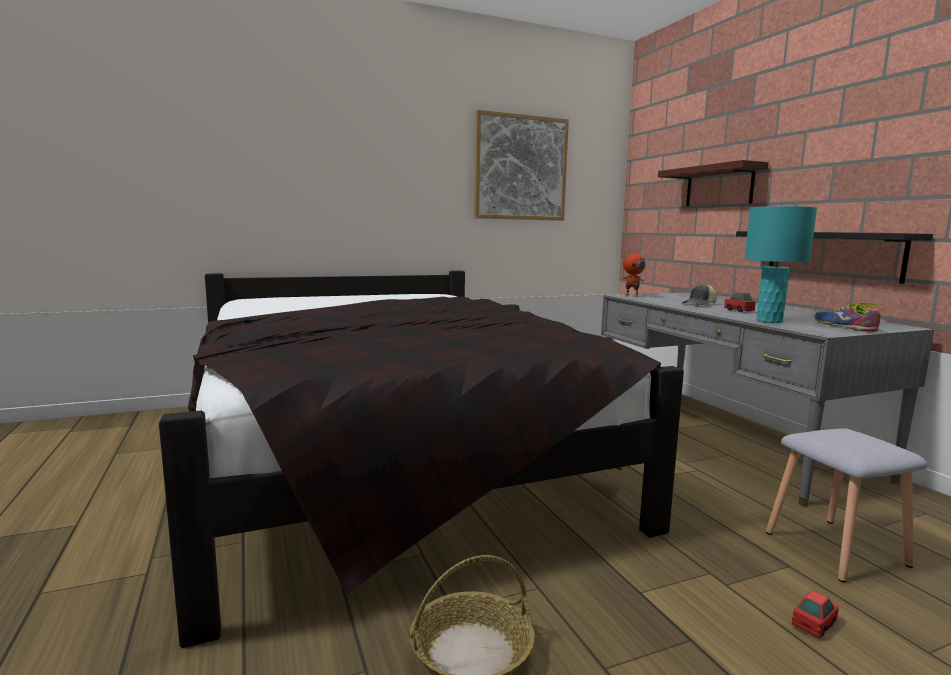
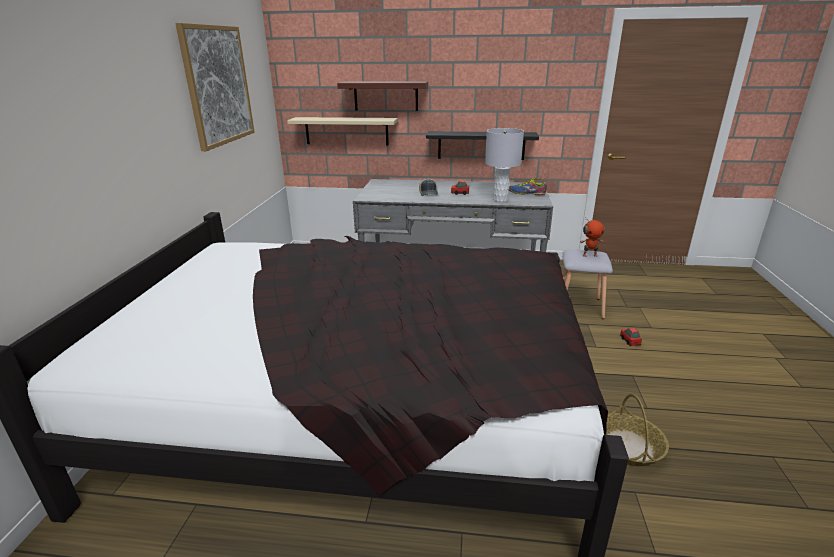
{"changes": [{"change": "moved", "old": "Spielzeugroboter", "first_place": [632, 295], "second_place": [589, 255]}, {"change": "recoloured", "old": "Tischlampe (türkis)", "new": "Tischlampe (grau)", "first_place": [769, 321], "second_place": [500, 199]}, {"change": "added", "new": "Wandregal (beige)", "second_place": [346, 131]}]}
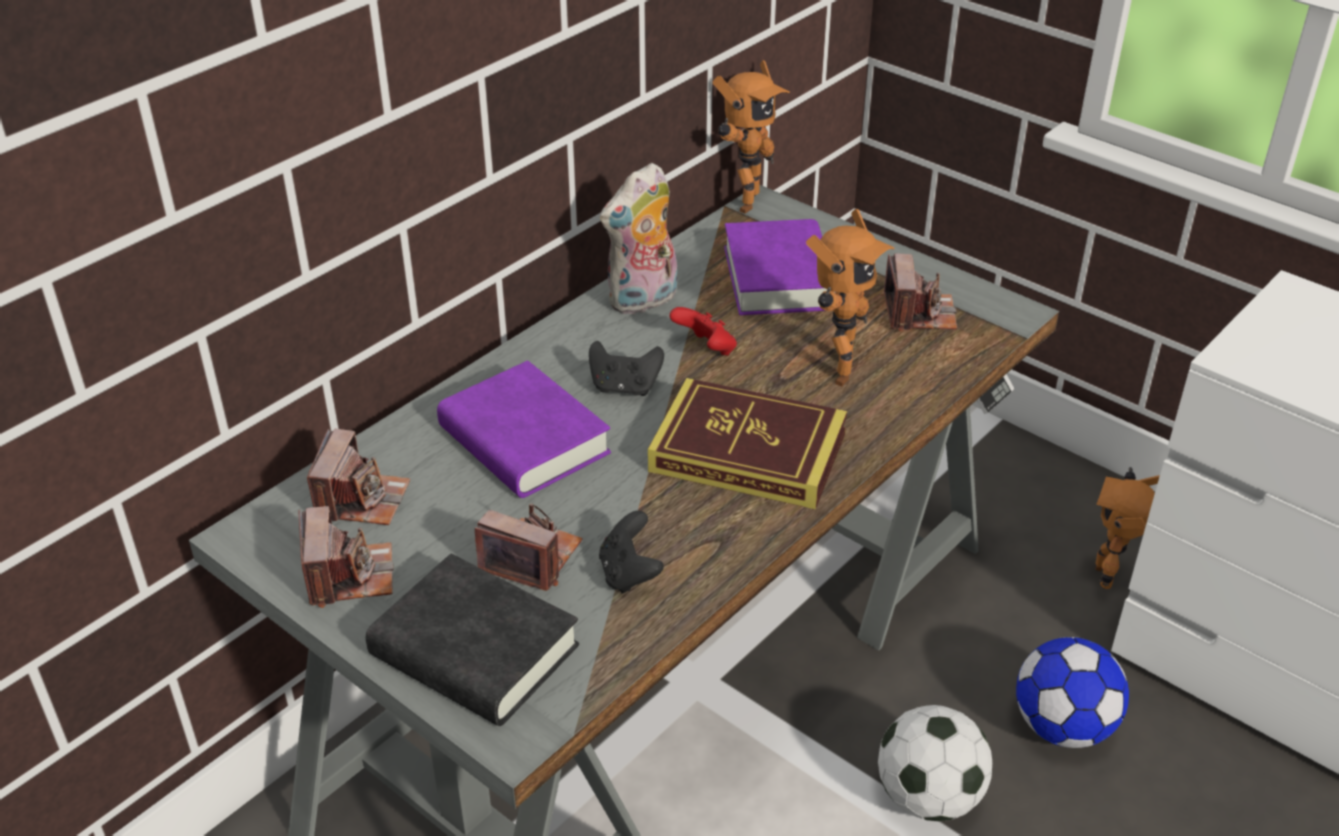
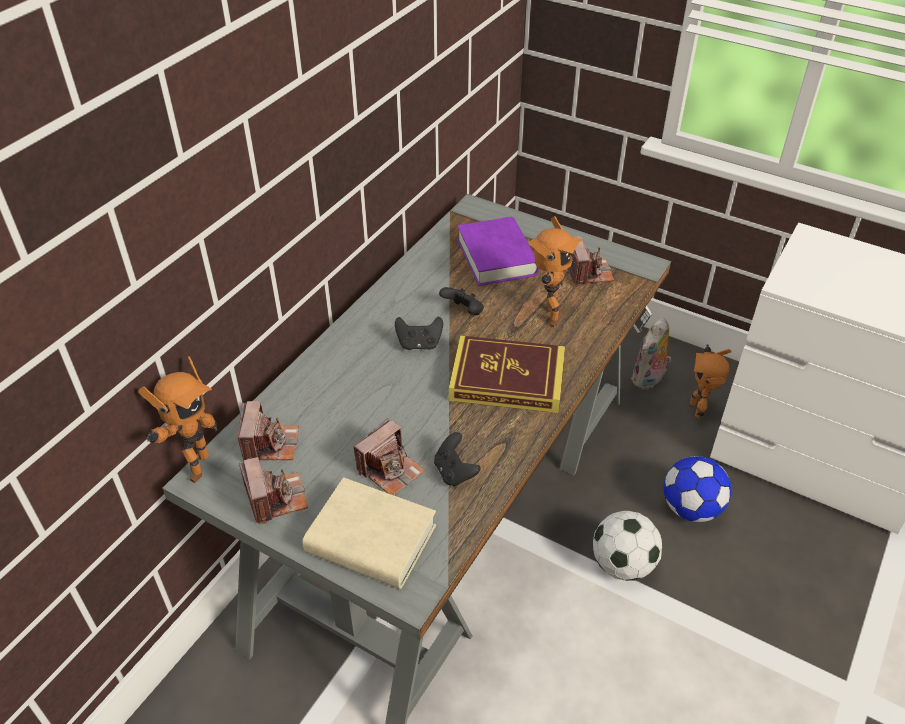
{"changes": [{"change": "recoloured", "old": "Buch (schwarz)", "new": "Buch (beige)", "first_place": [474, 651], "second_place": [371, 540]}, {"change": "removed", "old": "Buch (lila)", "first_place": [524, 441]}, {"change": "turned", "old": "Kamera", "first_place": [531, 558], "second_place": [390, 470], "degrees": 120}, {"change": "moved", "old": "Plüschtier", "first_place": [643, 301], "second_place": [649, 380]}, {"change": "recoloured", "old": "Gamepad (rot)", "new": "Gamepad (schwarz)", "first_place": [706, 349], "second_place": [463, 312]}, {"change": "moved", "old": "Spielzeugroboter", "first_place": [742, 201], "second_place": [194, 467]}]}
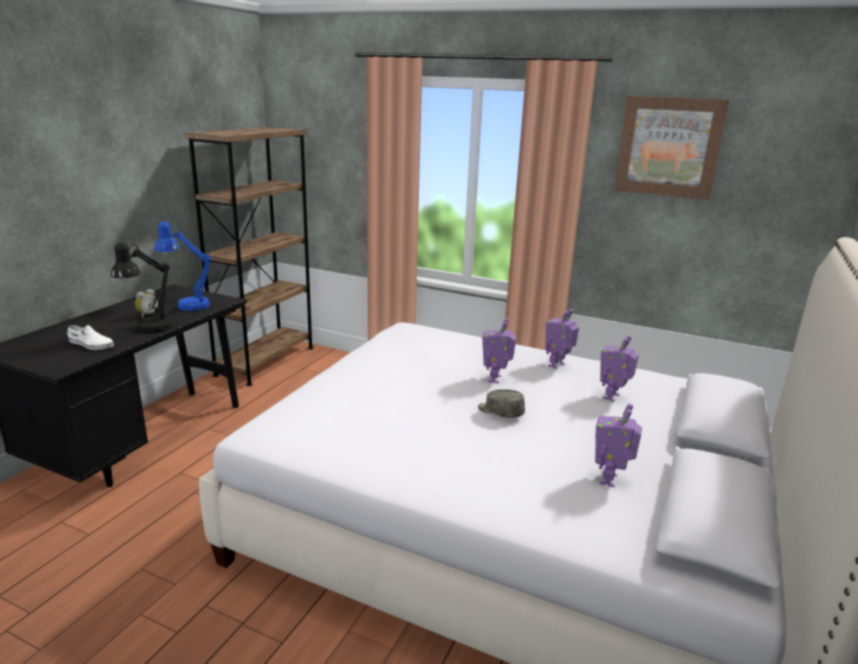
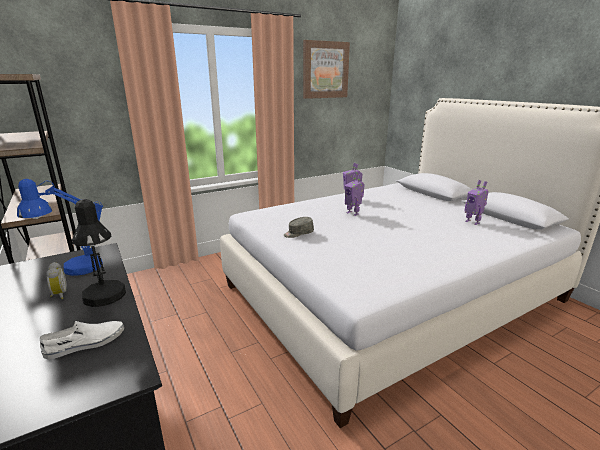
{"changes": [{"change": "moved", "old": "Kappe (grau)", "first_place": [500, 412], "second_place": [298, 233]}, {"change": "removed", "old": "Spielzeugroboter", "first_place": [612, 397]}]}
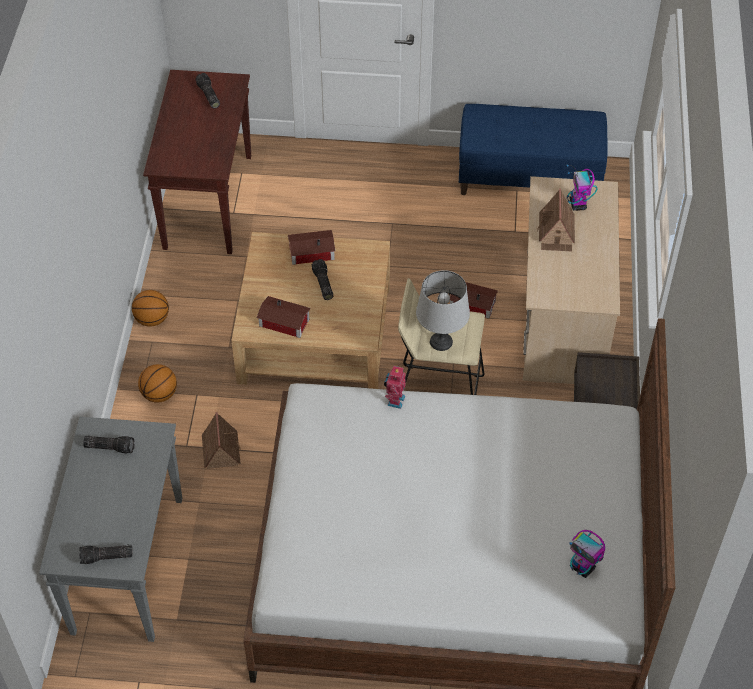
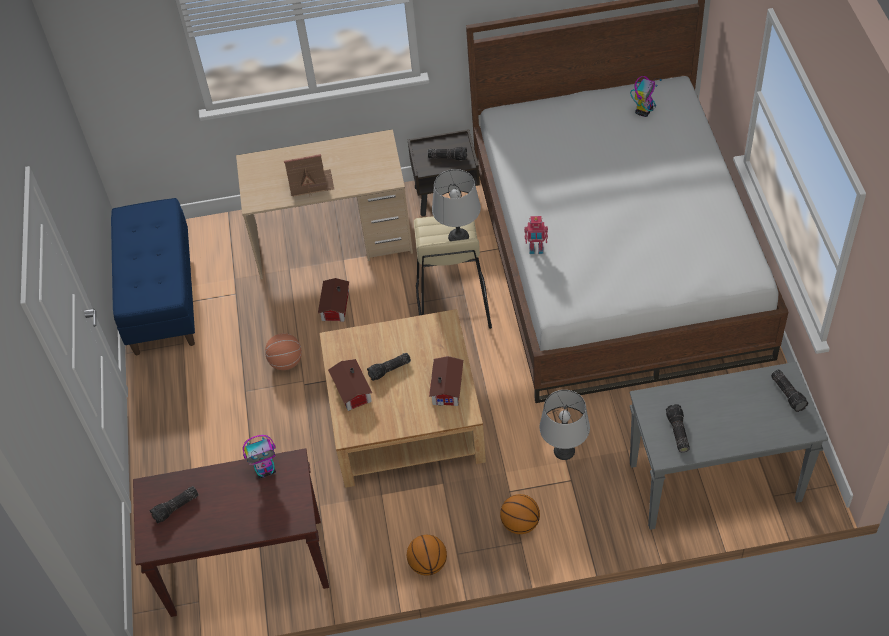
{"changes": [{"change": "replaced", "old": "Spielzeughaus", "new": "Tischlampe (grau)", "first_place": [221, 449], "second_place": [564, 451]}, {"change": "moved", "old": "Spielzeugroboter", "first_place": [578, 205], "second_place": [266, 470]}, {"change": "added", "new": "Basketball", "second_place": [286, 362]}, {"change": "added", "new": "Taschenlampe", "second_place": [448, 157]}]}
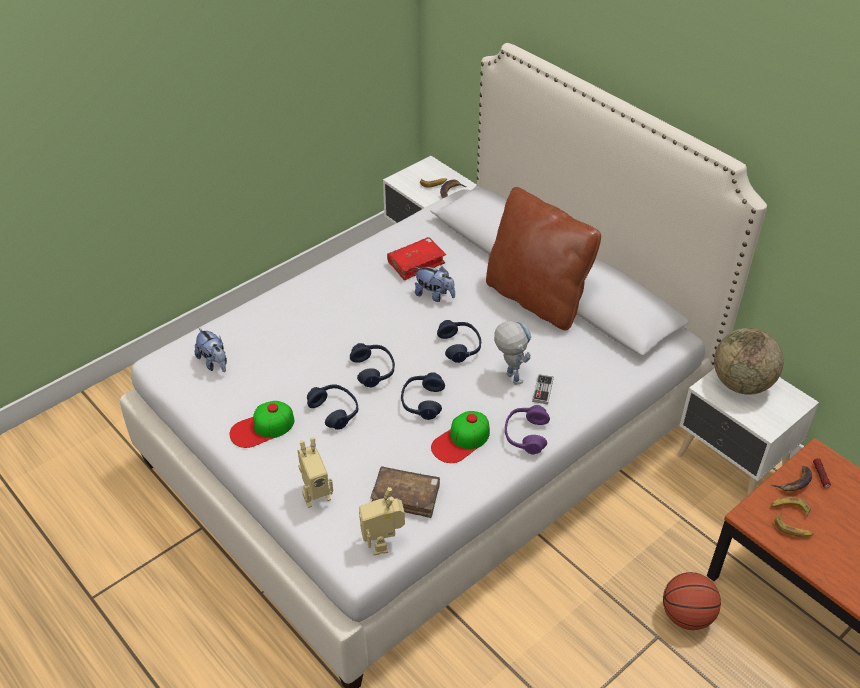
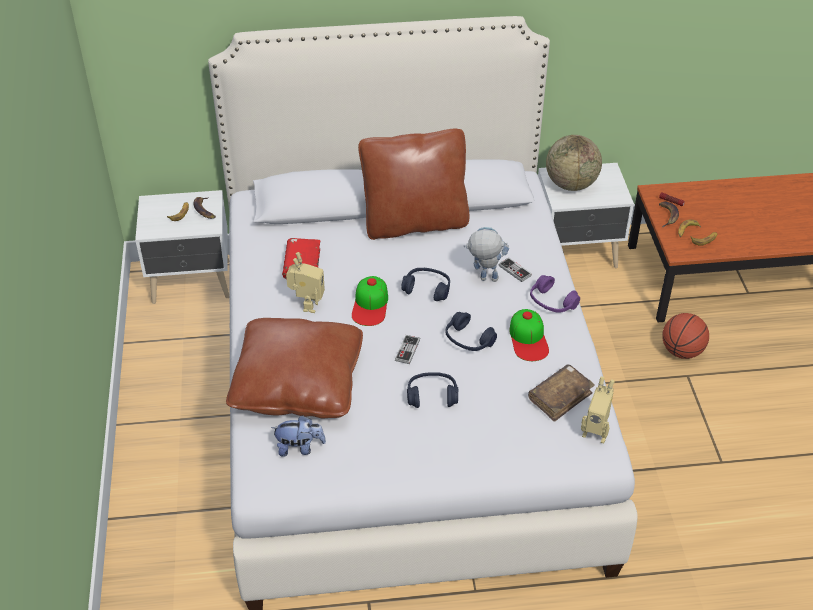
{"changes": [{"change": "moved", "old": "Kappe", "first_place": [262, 428], "second_place": [370, 305]}, {"change": "moved", "old": "Spielzeugroboter", "first_place": [315, 495], "second_place": [307, 305]}, {"change": "replaced", "old": "Kopfhörer (blau)", "new": "Gamepad", "first_place": [373, 370], "second_place": [407, 350]}, {"change": "removed", "old": "Plüschtier", "first_place": [434, 295]}, {"change": "added", "new": "Kissen (braun)", "second_place": [298, 384]}]}
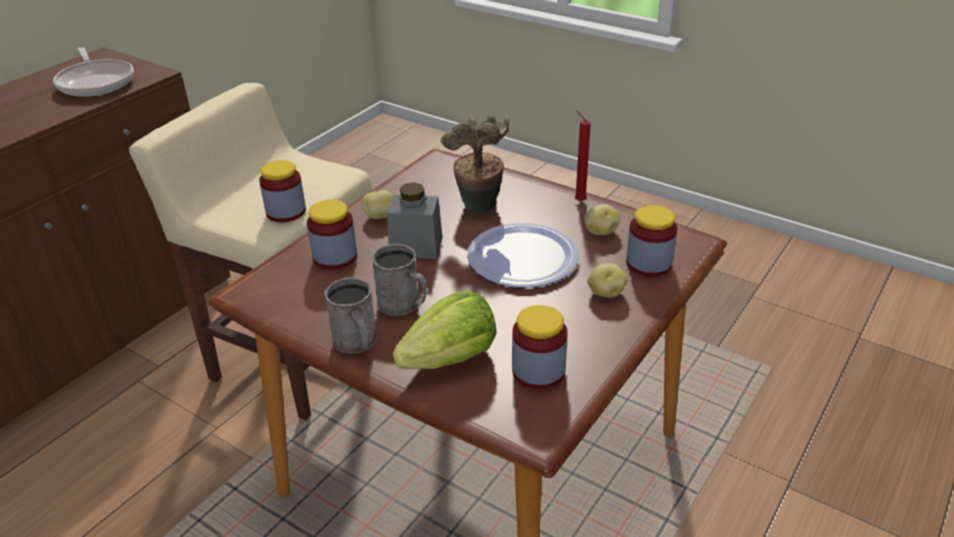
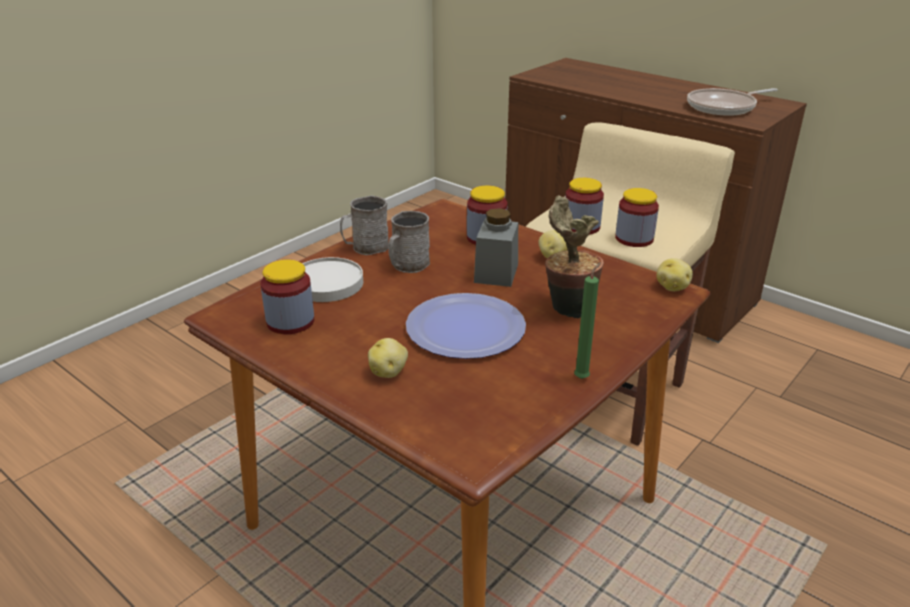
{"changes": [{"change": "replaced", "old": "Salatkopf", "new": "Teller (weiß)", "first_place": [451, 359], "second_place": [327, 284]}, {"change": "recoloured", "old": "Kerze (rot)", "new": "Kerze (grün)", "first_place": [578, 201], "second_place": [583, 377]}, {"change": "moved", "old": "Kartoffel", "first_place": [600, 231], "second_place": [672, 287]}, {"change": "moved", "old": "Vorratsglas", "first_place": [648, 263], "second_place": [634, 239]}]}
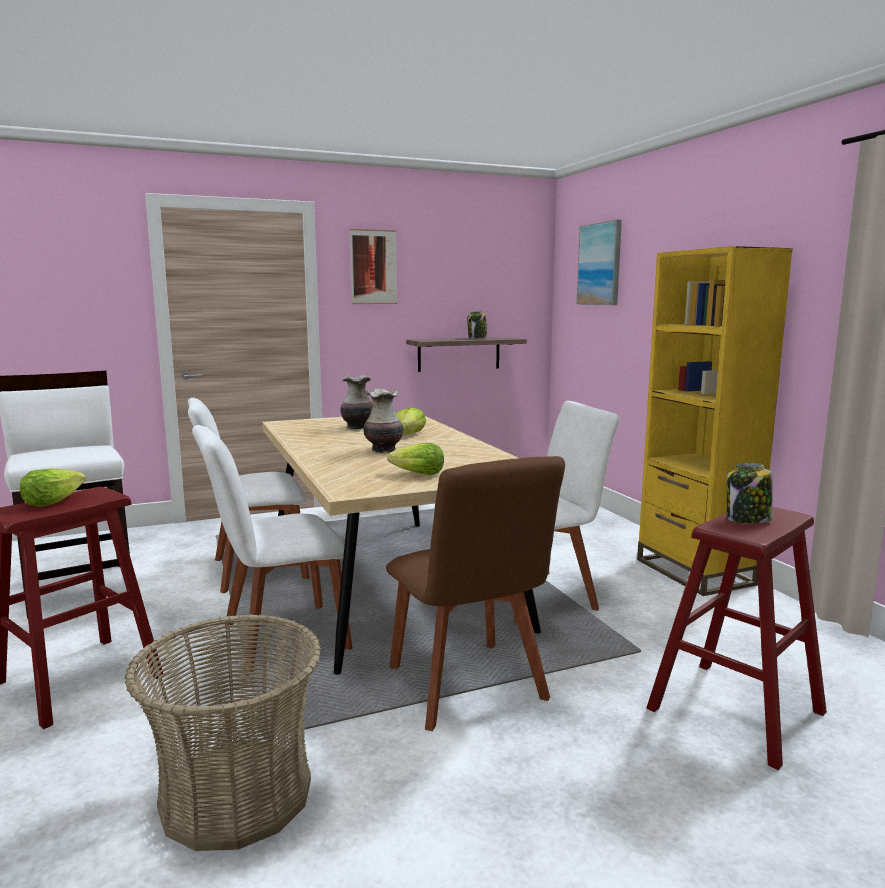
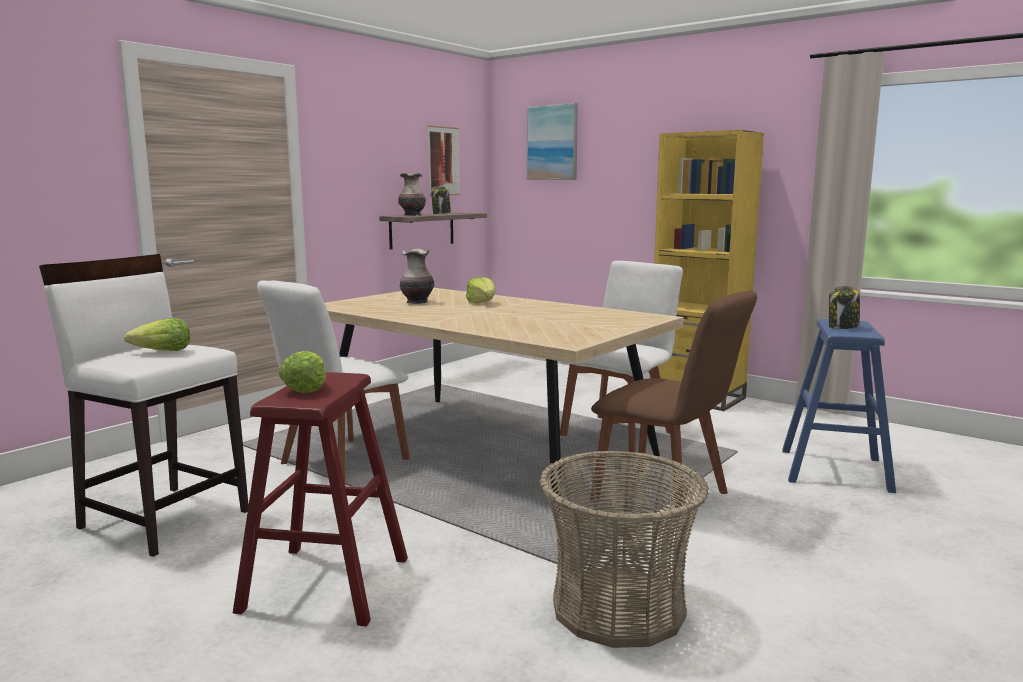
{"changes": [{"change": "removed", "old": "Stuhl (weiß)", "first_place": [278, 639]}, {"change": "moved", "old": "Bild", "first_place": [373, 267], "second_place": [443, 161]}, {"change": "moved", "old": "Vase", "first_place": [384, 450], "second_place": [413, 215]}, {"change": "moved", "old": "Salatkopf", "first_place": [418, 474], "second_place": [162, 352]}, {"change": "recoloured", "old": "Hocker (rot)", "new": "Hocker (blau)", "first_place": [735, 710], "second_place": [834, 470]}]}
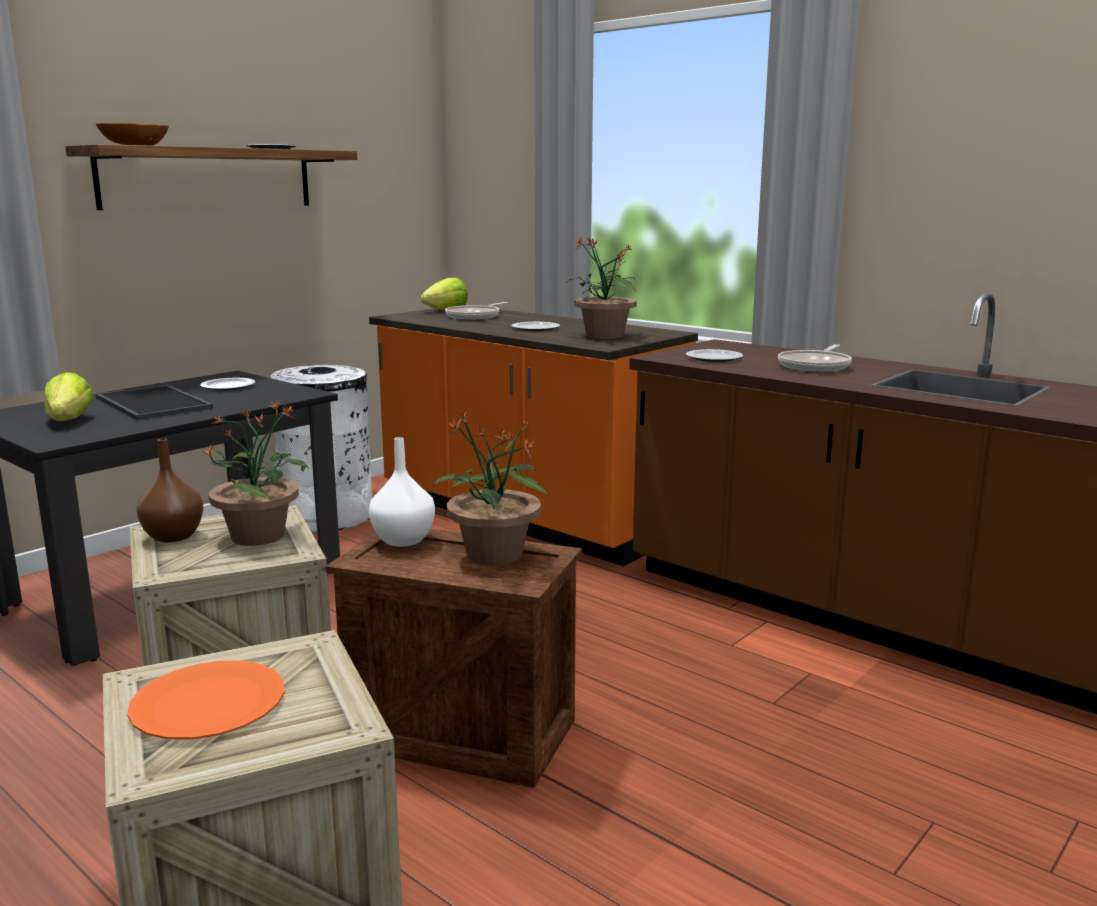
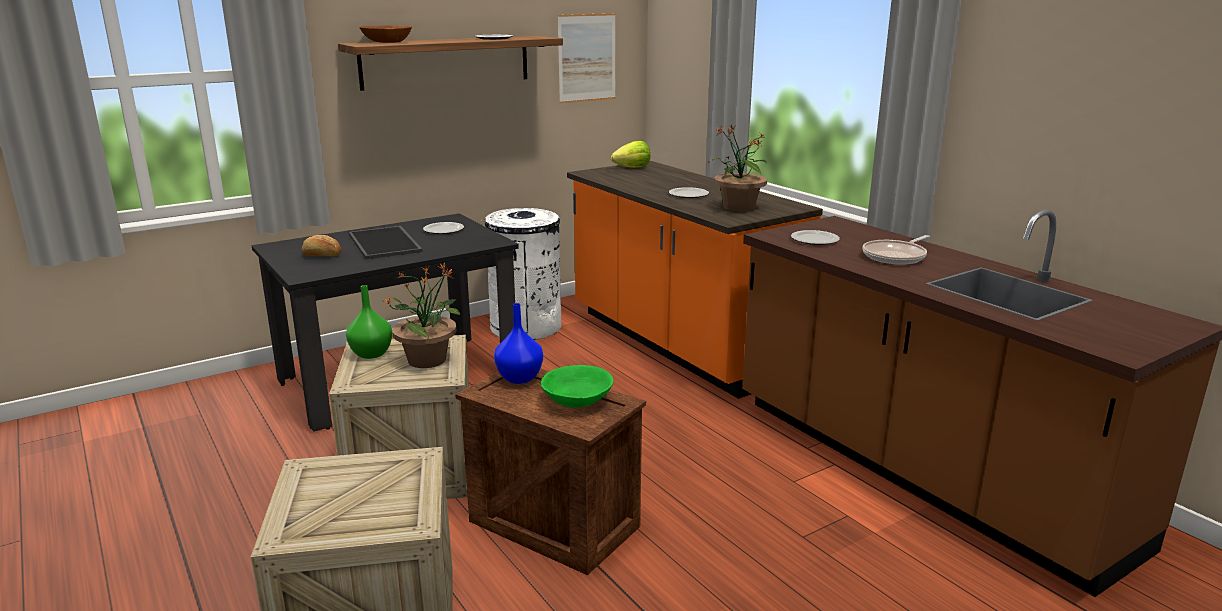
{"changes": [{"change": "replaced", "old": "Salatkopf", "new": "Brot", "first_place": [69, 420], "second_place": [321, 256]}, {"change": "removed", "old": "Teller (orange)", "first_place": [209, 703]}, {"change": "recoloured", "old": "Vase (braun)", "new": "Vase (grün)", "first_place": [174, 536], "second_place": [372, 354]}, {"change": "recoloured", "old": "Vase (weiß)", "new": "Vase (blau)", "first_place": [402, 541], "second_place": [518, 378]}, {"change": "replaced", "old": "Topfpflanze", "new": "Schüssel (grün)", "first_place": [494, 555], "second_place": [577, 399]}, {"change": "removed", "old": "Pfanne", "first_place": [475, 316]}, {"change": "added", "new": "Bild", "second_place": [587, 58]}]}
